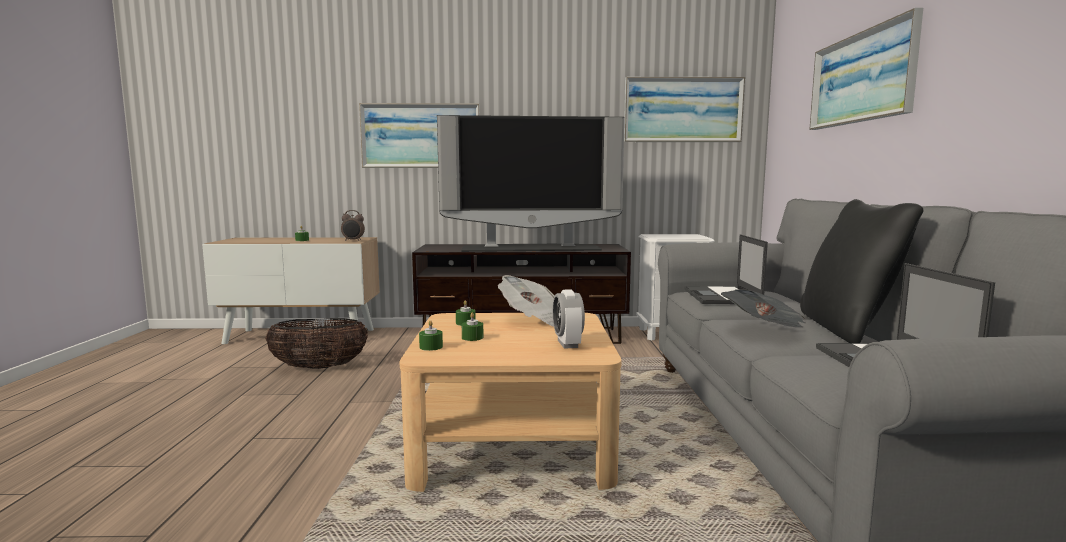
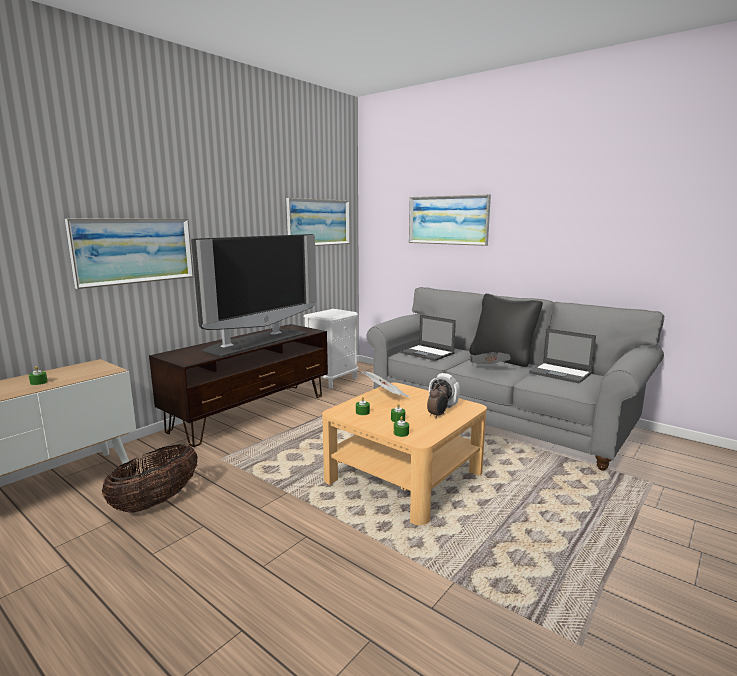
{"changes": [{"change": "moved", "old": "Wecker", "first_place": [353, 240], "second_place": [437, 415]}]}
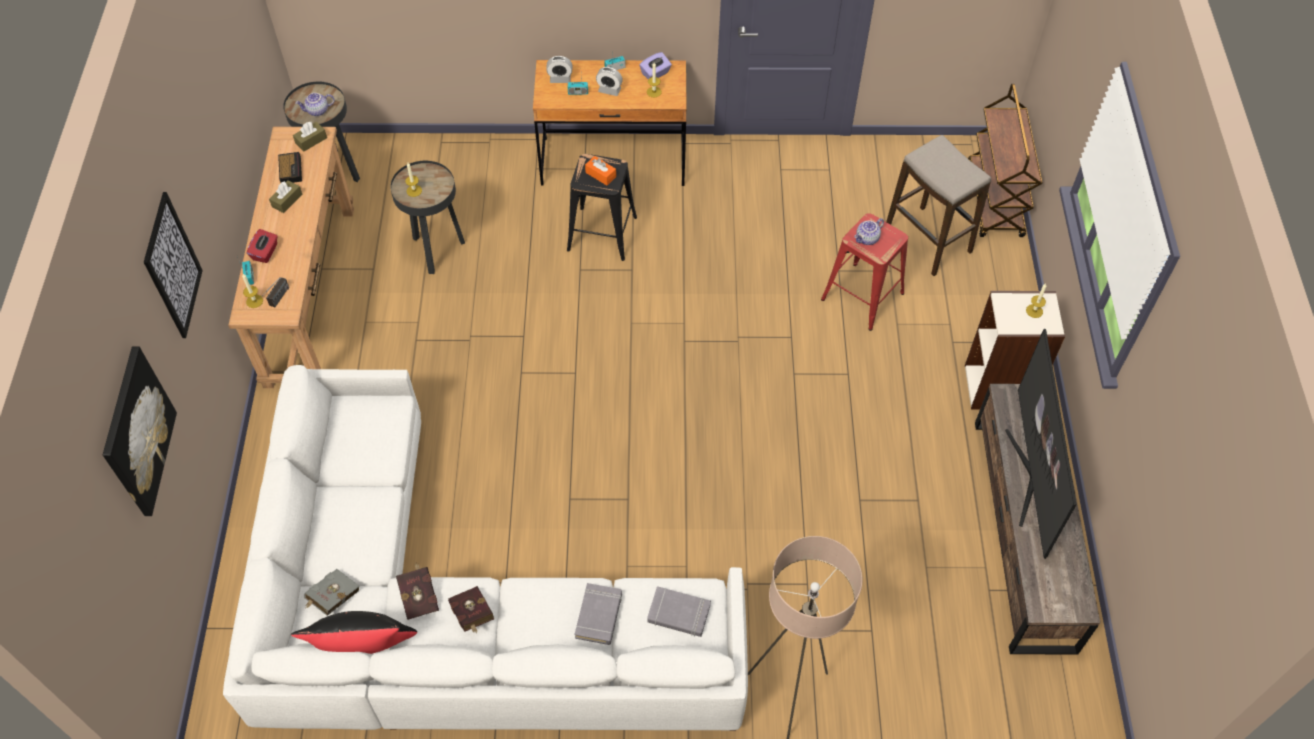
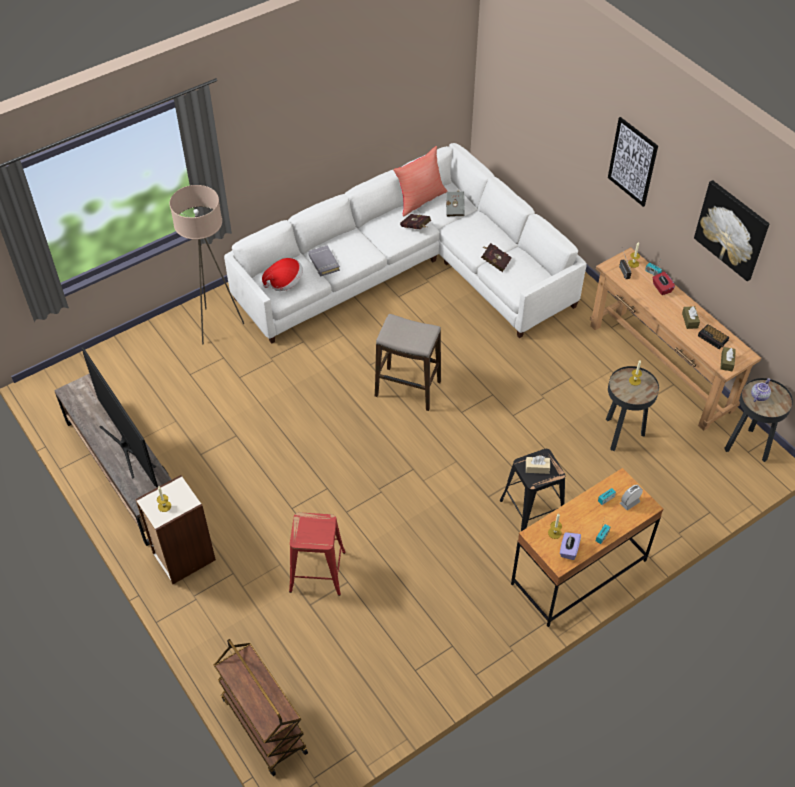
{"changes": [{"change": "moved", "old": "Bild", "first_place": [137, 432], "second_place": [732, 230]}, {"change": "recoloured", "old": "Kissen (schwarz)", "new": "Kissen (rot)", "first_place": [363, 649], "second_place": [420, 200]}, {"change": "moved", "old": "Buch (rot)", "first_place": [472, 616], "second_place": [494, 262]}, {"change": "recoloured", "old": "Taschentuchbox (orange)", "new": "Taschentuchbox (beige)", "first_place": [600, 174], "second_place": [537, 468]}, {"change": "removed", "old": "Wecker", "first_place": [609, 90]}, {"change": "replaced", "old": "Buch (grau)", "new": "Hut", "first_place": [678, 614], "second_place": [285, 282]}, {"change": "removed", "old": "Teekanne", "first_place": [867, 239]}, {"change": "moved", "old": "Hocker", "first_place": [927, 241], "second_place": [407, 389]}]}
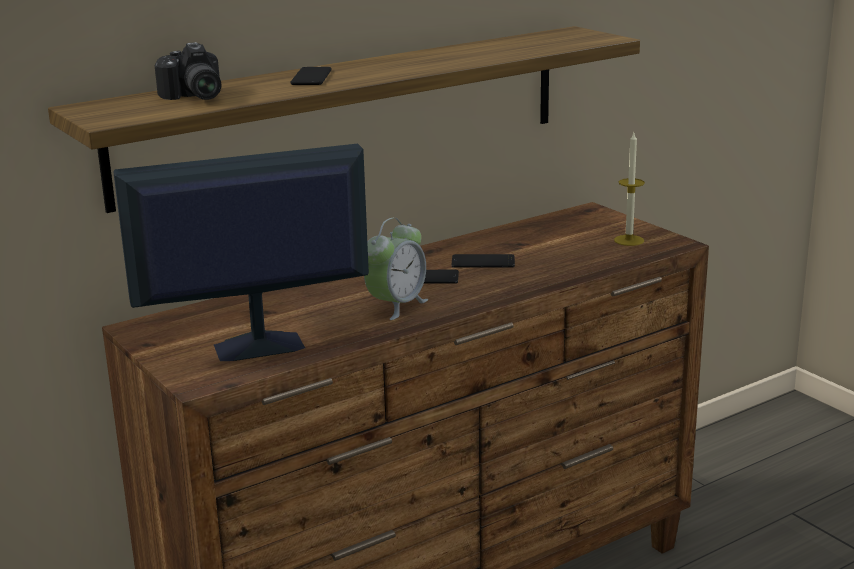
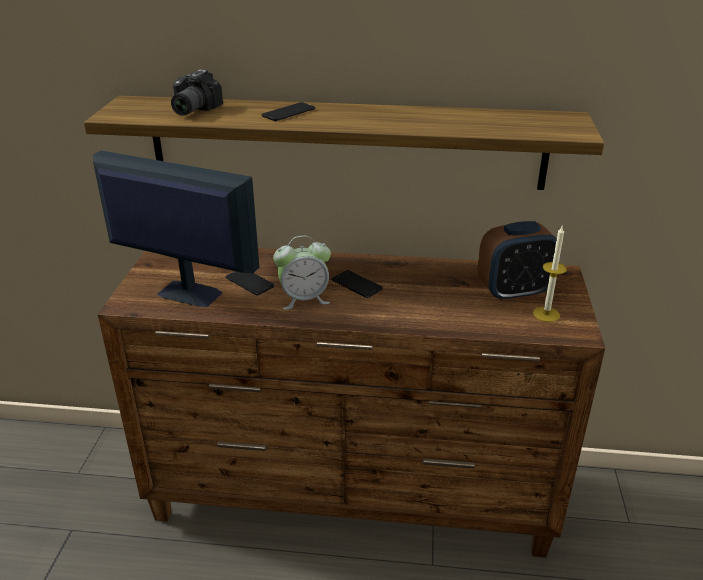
{"changes": [{"change": "moved", "old": "Handy", "first_place": [483, 262], "second_place": [249, 282]}, {"change": "added", "new": "Wecker", "second_place": [514, 292]}]}
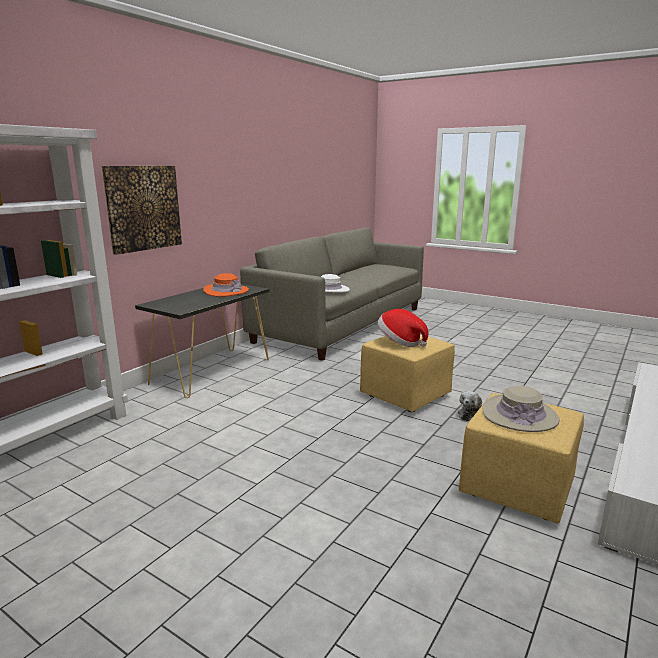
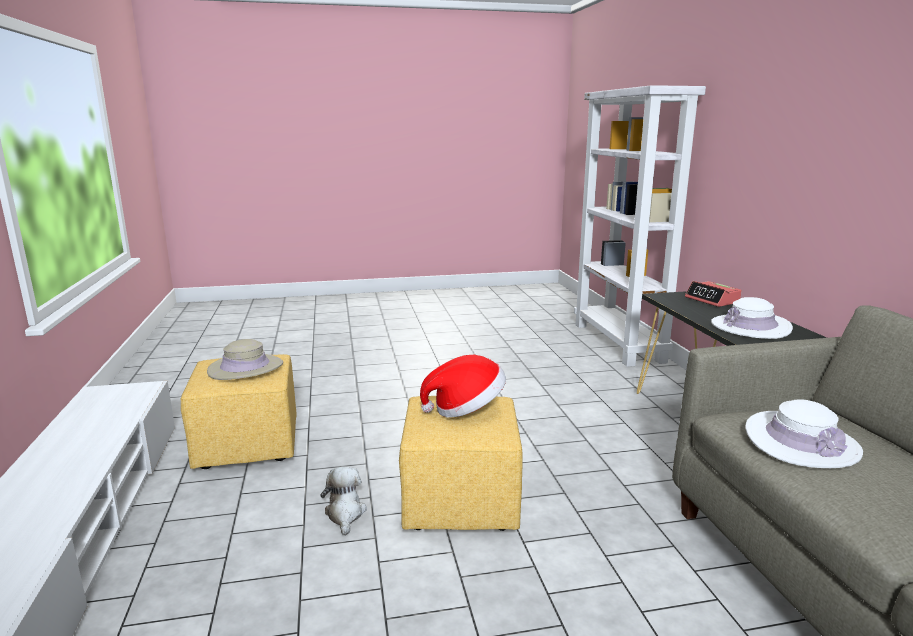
{"changes": [{"change": "removed", "old": "Bild", "first_place": [143, 208]}, {"change": "recoloured", "old": "Hut (orange)", "new": "Hut (weiß)", "first_place": [226, 291], "second_place": [750, 327]}, {"change": "added", "new": "Wecker", "second_place": [712, 300]}]}
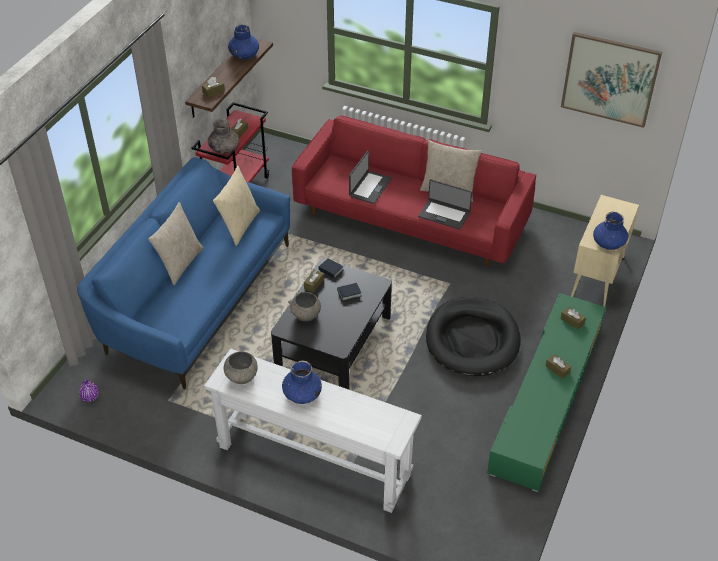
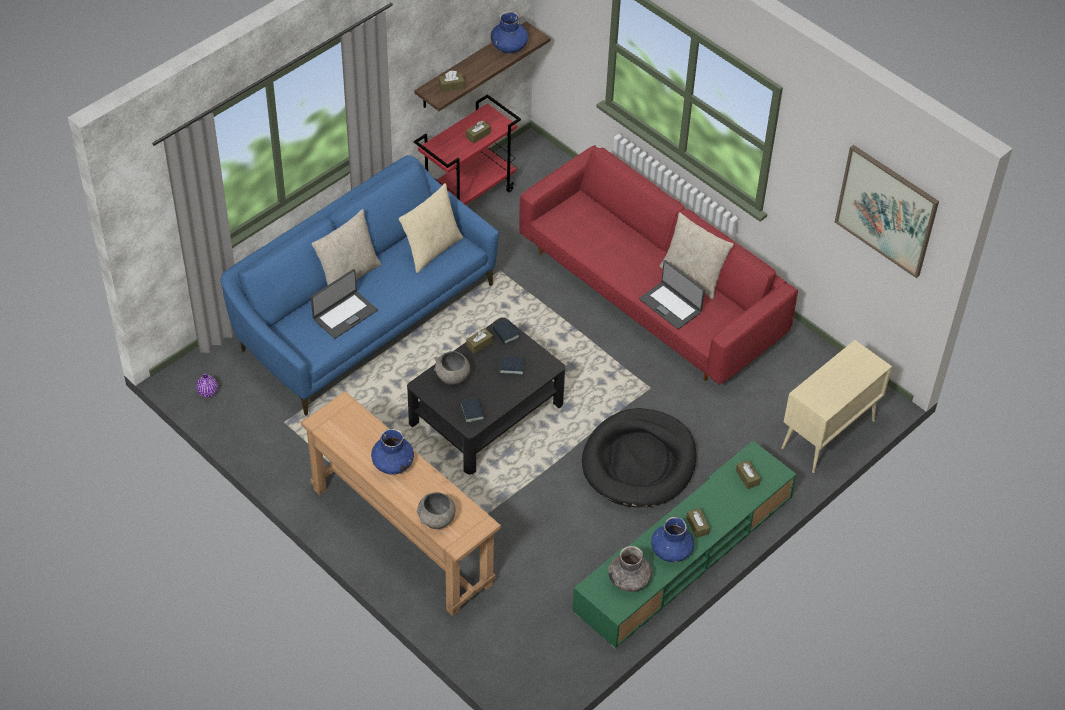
{"changes": [{"change": "recoloured", "old": "Konsolentisch (weiß)", "new": "Konsolentisch (braun)", "first_place": [314, 460], "second_place": [401, 536]}, {"change": "moved", "old": "Vase (grau)", "first_place": [224, 148], "second_place": [629, 579]}, {"change": "moved", "old": "Schüssel (grau)", "first_place": [242, 377], "second_place": [436, 520]}, {"change": "moved", "old": "Laptop", "first_place": [369, 187], "second_place": [344, 314]}, {"change": "moved", "old": "Vase (blau)", "first_place": [608, 243], "second_place": [671, 551]}, {"change": "added", "new": "Buch", "second_place": [472, 412]}]}
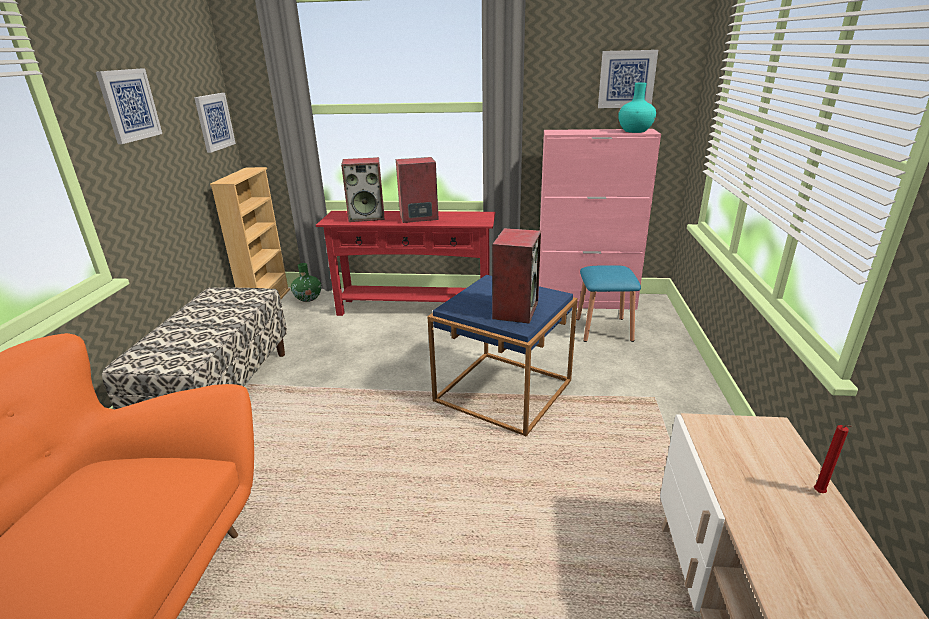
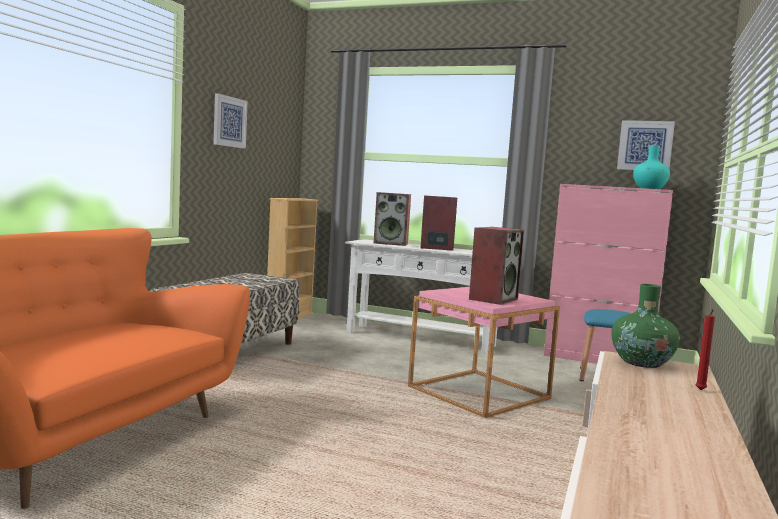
{"changes": [{"change": "removed", "old": "Bild", "first_place": [214, 122]}, {"change": "moved", "old": "Vase (grün)", "first_place": [308, 298], "second_place": [641, 362]}, {"change": "recoloured", "old": "Konsolentisch (rot)", "new": "Konsolentisch (weiß)", "first_place": [414, 308], "second_place": [420, 338]}, {"change": "recoloured", "old": "Beistelltisch (blau)", "new": "Beistelltisch (rosa)", "first_place": [503, 391], "second_place": [478, 392]}]}
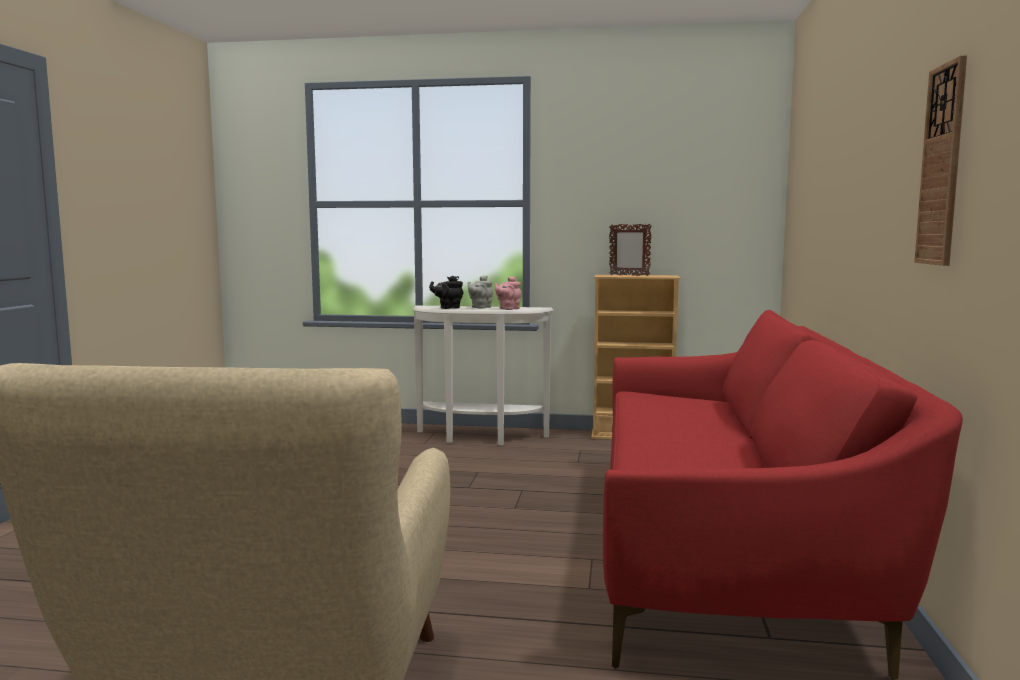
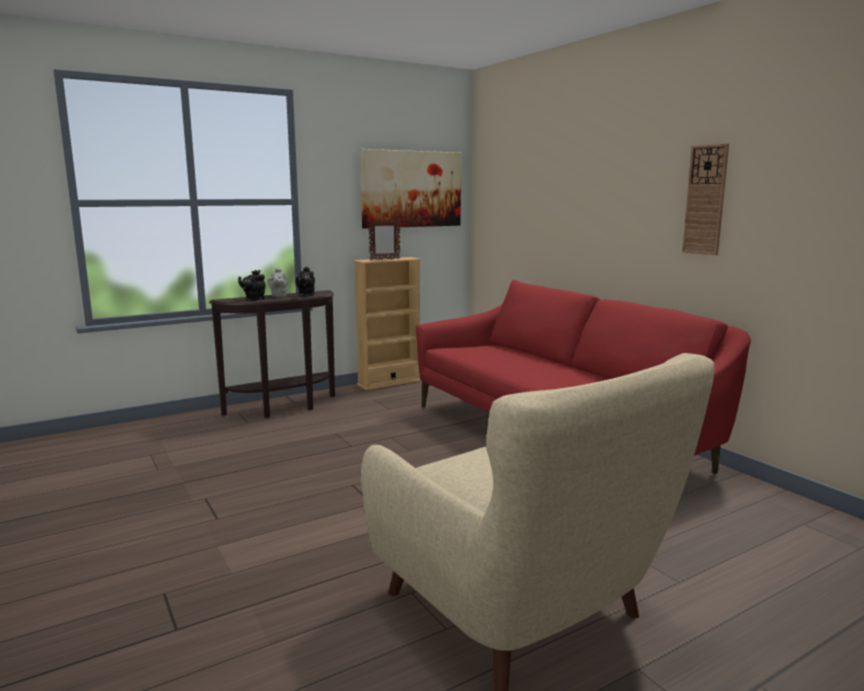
{"changes": [{"change": "recoloured", "old": "Konsolentisch (weiß)", "new": "Konsolentisch (braun)", "first_place": [479, 438], "second_place": [285, 408]}, {"change": "recoloured", "old": "Teekanne (rosa)", "new": "Teekanne (schwarz)", "first_place": [508, 309], "second_place": [306, 295]}, {"change": "added", "new": "Bild", "second_place": [411, 189]}]}
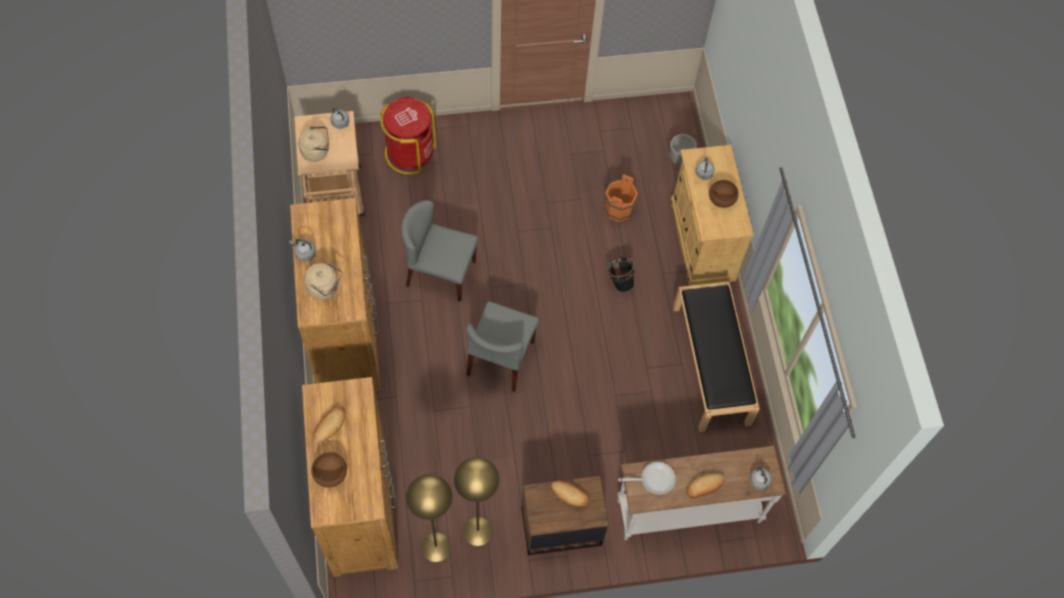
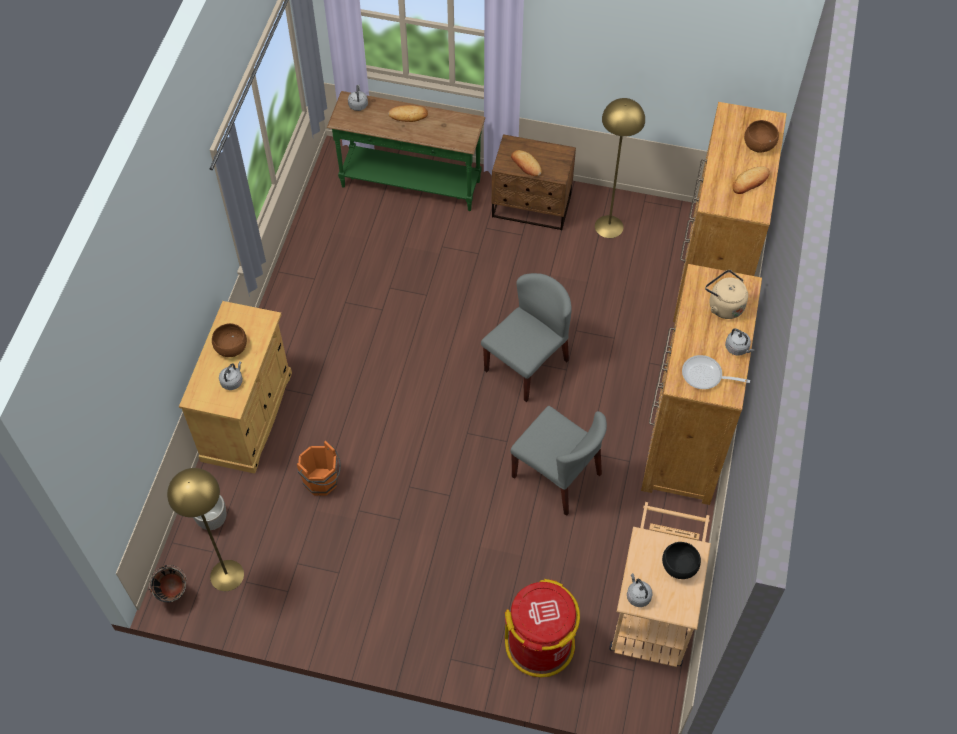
{"changes": [{"change": "replaced", "old": "Wasserkessel (beige)", "new": "Schüssel (schwarz)", "first_place": [317, 151], "second_place": [679, 566]}, {"change": "moved", "old": "Stehlampe (gelb)", "first_place": [436, 547], "second_place": [226, 575]}, {"change": "moved", "old": "Eimer (schwarz)", "first_place": [619, 282], "second_place": [174, 595]}, {"change": "recoloured", "old": "Konsolentisch (weiß)", "new": "Konsolentisch (grün)", "first_place": [688, 510], "second_place": [410, 185]}, {"change": "moved", "old": "Pfanne", "first_place": [654, 479], "second_place": [705, 376]}, {"change": "removed", "old": "Bank (schwarz)", "first_place": [711, 365]}]}
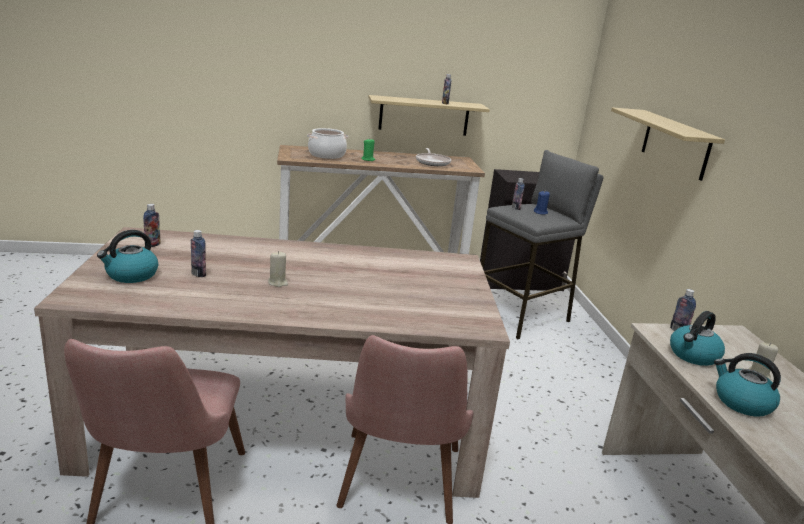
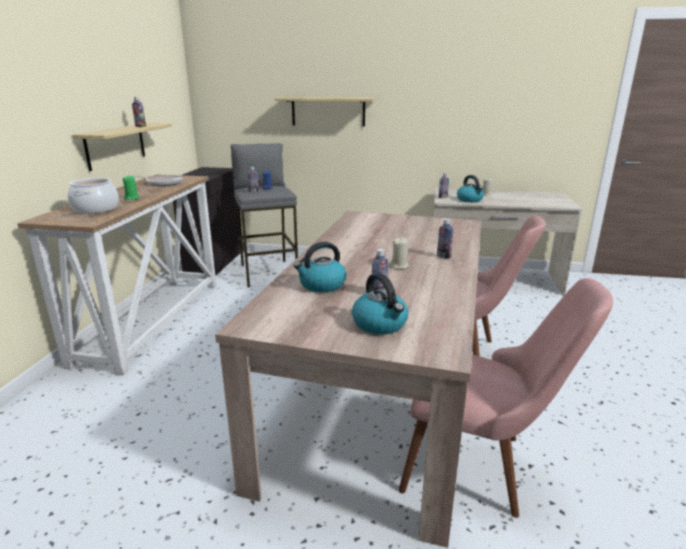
{"changes": [{"change": "moved", "old": "Flasche", "first_place": [152, 245], "second_place": [443, 256]}, {"change": "moved", "old": "Wasserkessel", "first_place": [741, 402], "second_place": [321, 285]}]}
